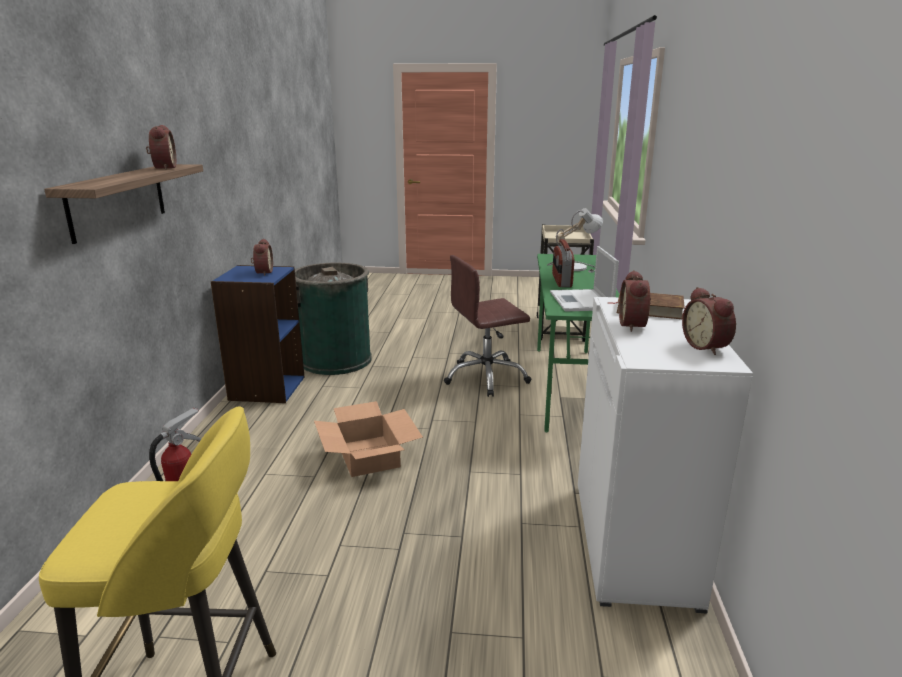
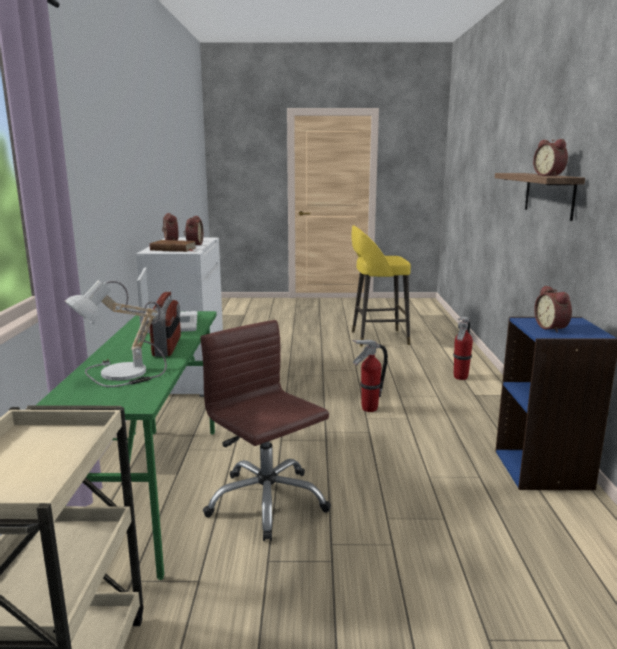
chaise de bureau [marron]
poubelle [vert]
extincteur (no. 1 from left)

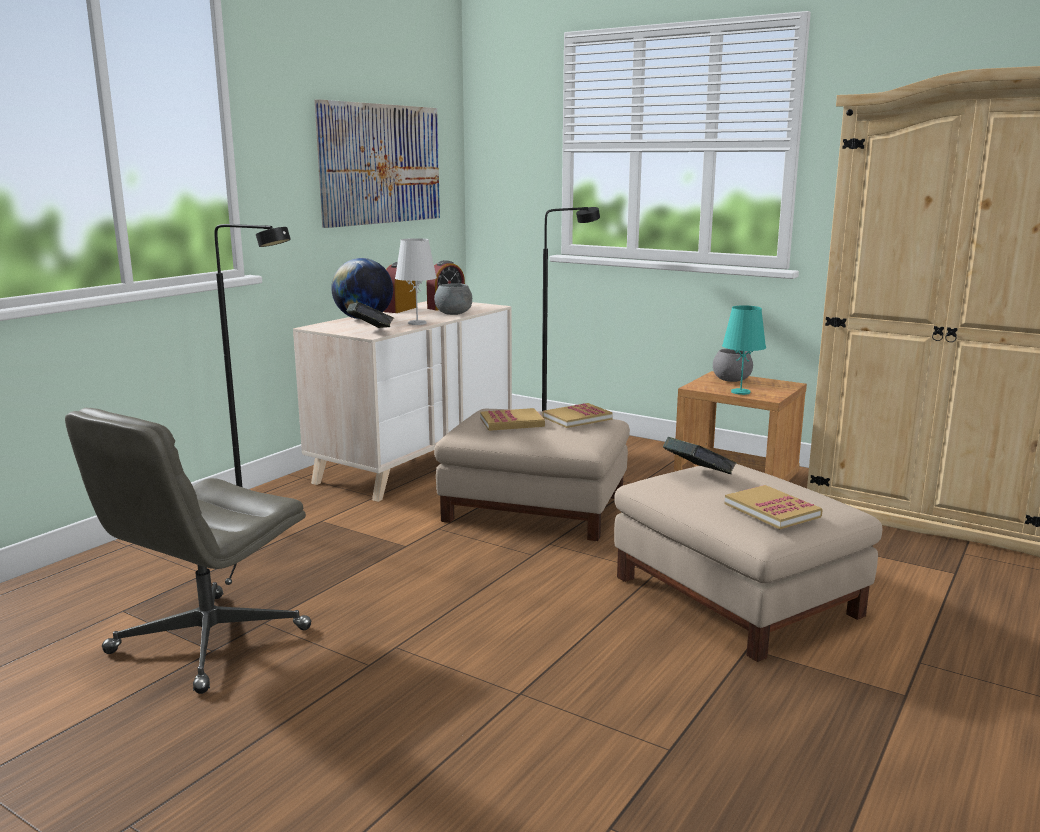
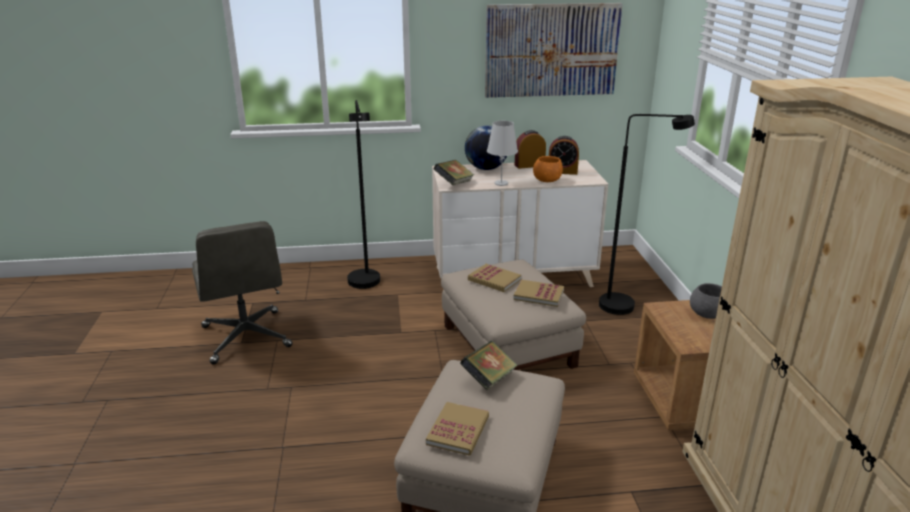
bol [orange]
lampe de table [turquoise]
chaise de bureau [gris]

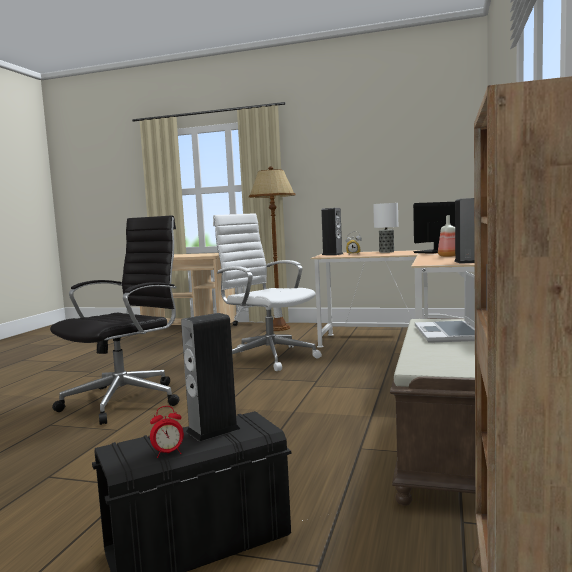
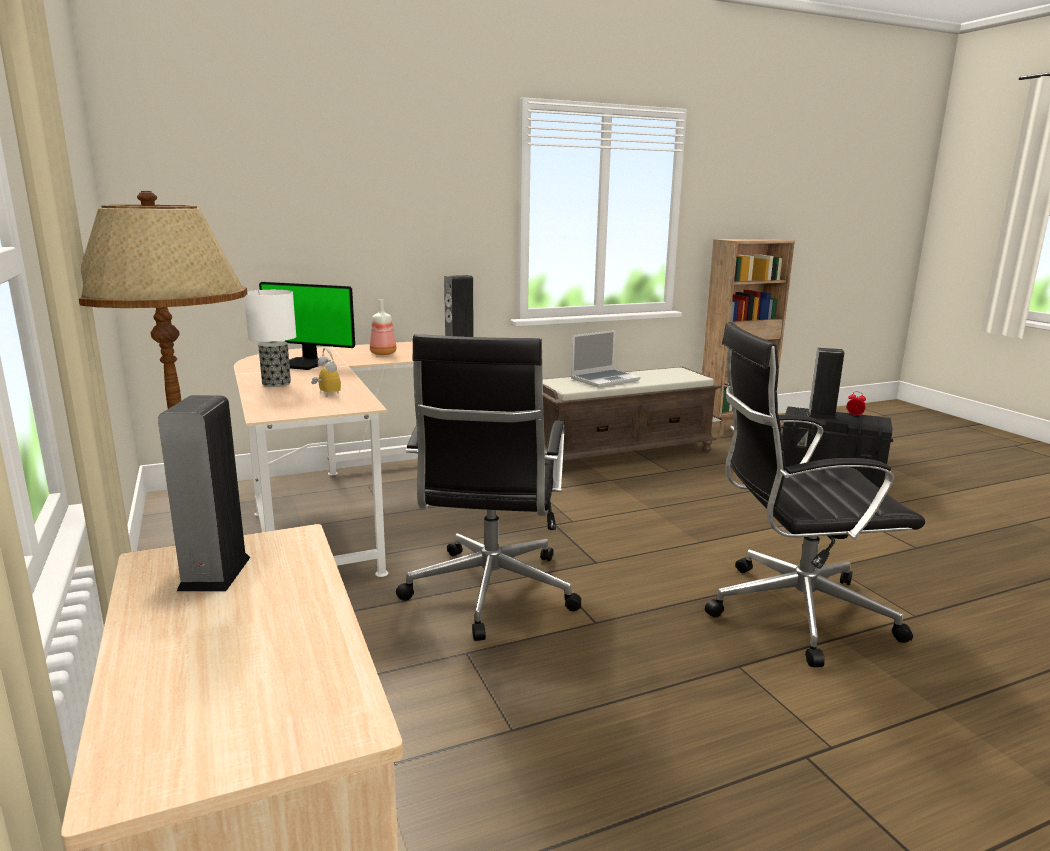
enceinte (no. 1 from left)
chaise de bureau [noir] (no. 1 from left)

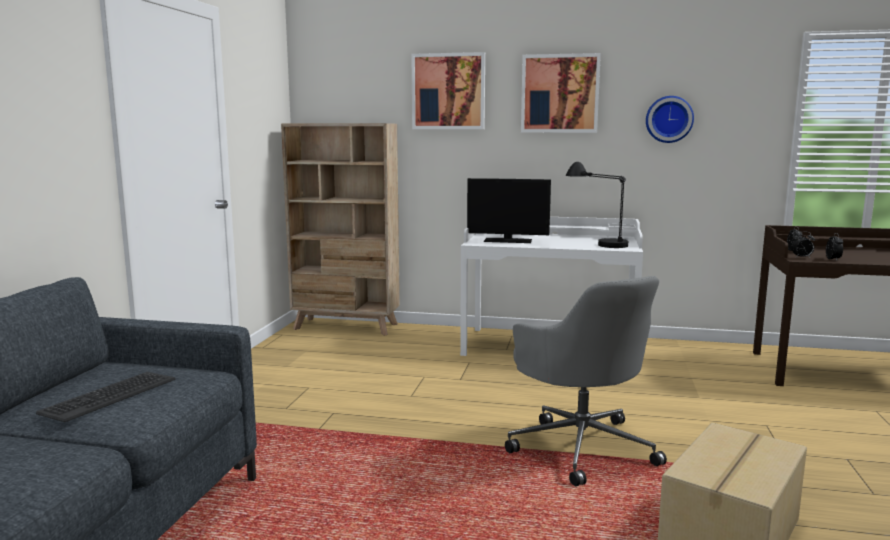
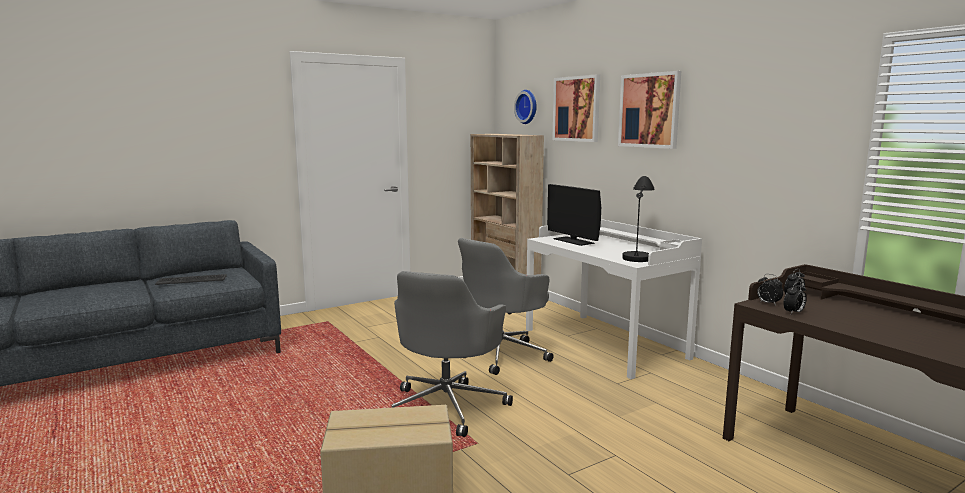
horloge murale
chaise de bureau [gris] (no. 2 from left)

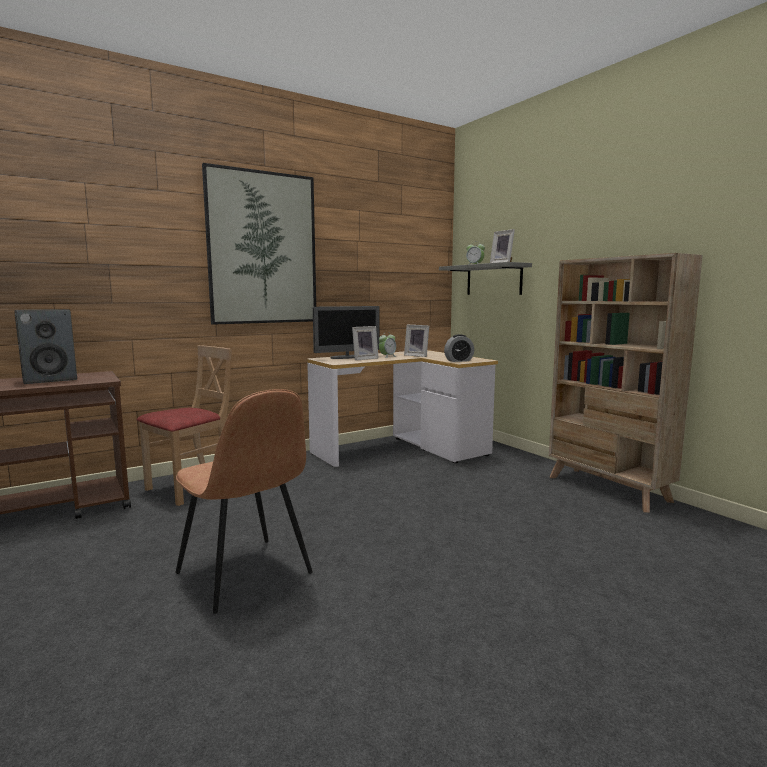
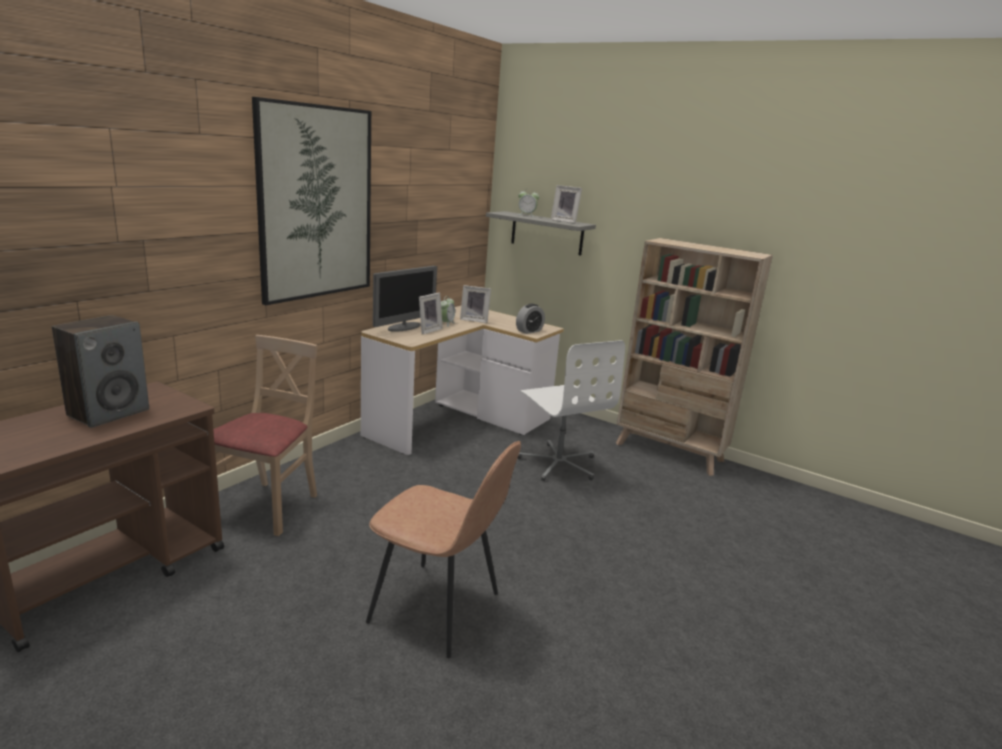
chaise de bureau [blanc]

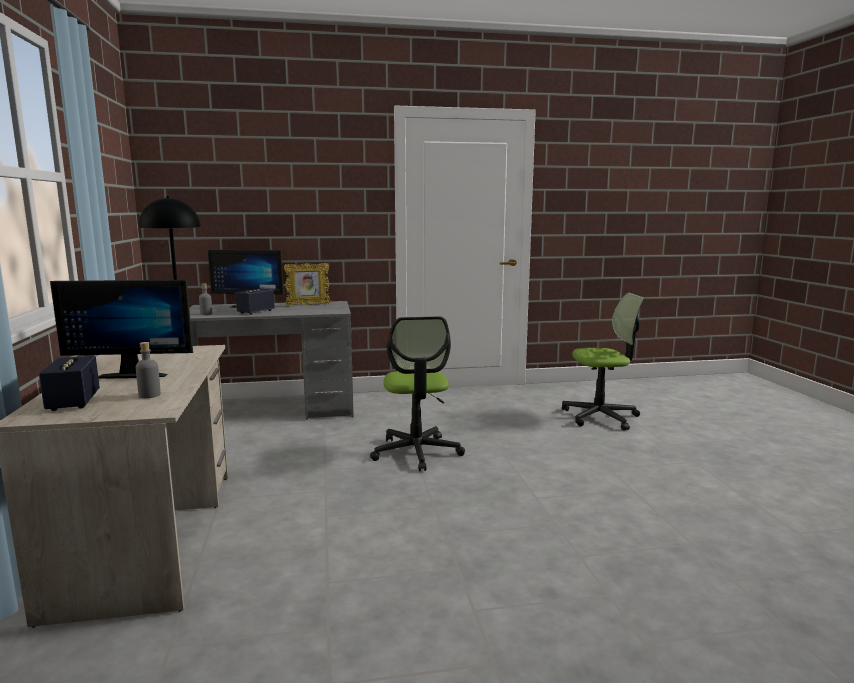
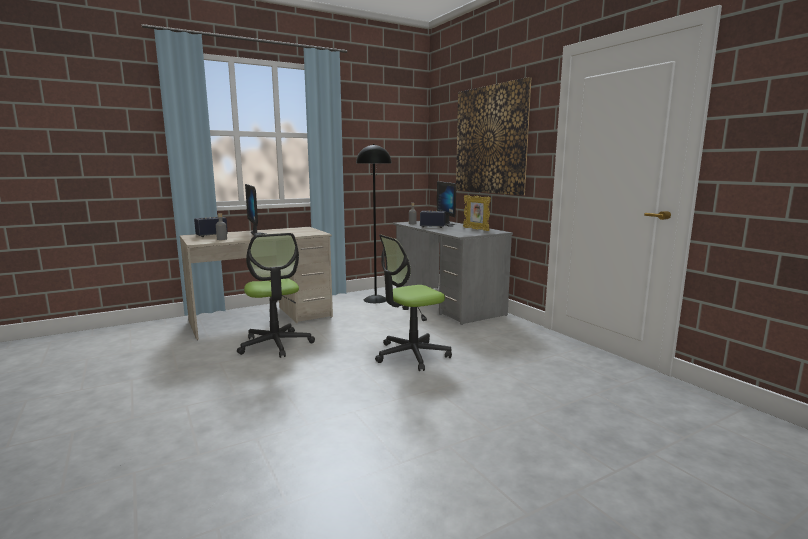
chaise de bureau (no. 1 from left)
tableau

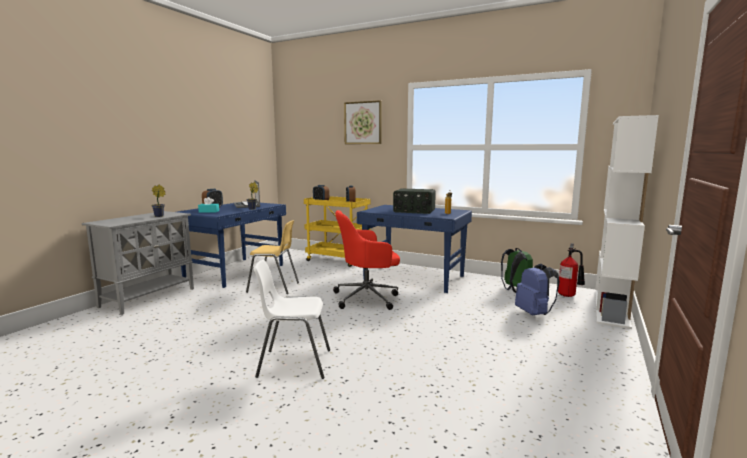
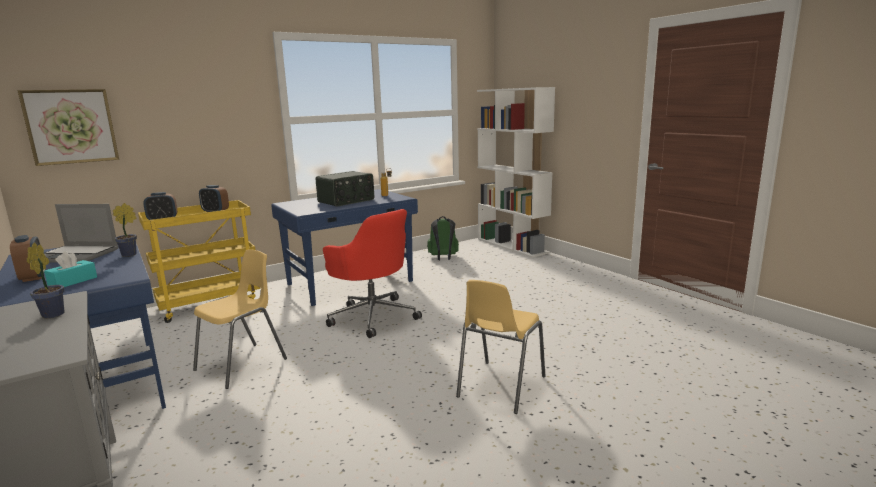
tableau
chaise de bureau [rouge]
extincteur
chaise [jaune] (no. 2 from left)
sac à dos [bleu]

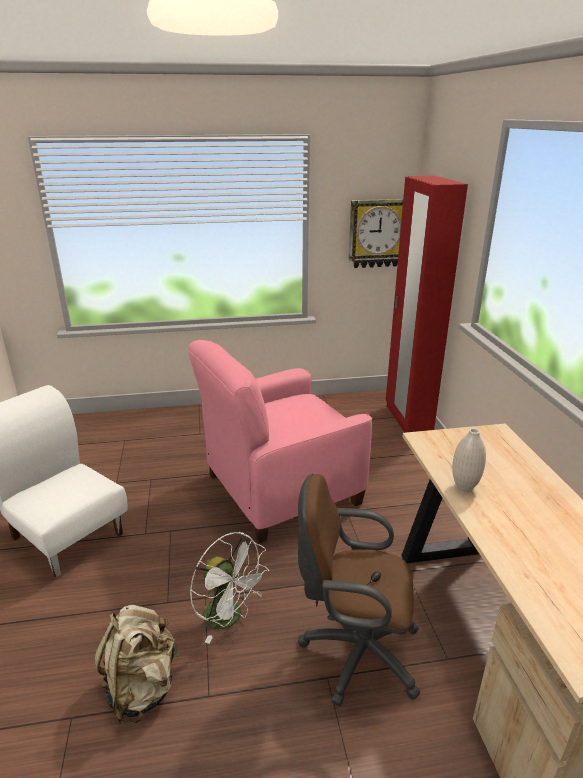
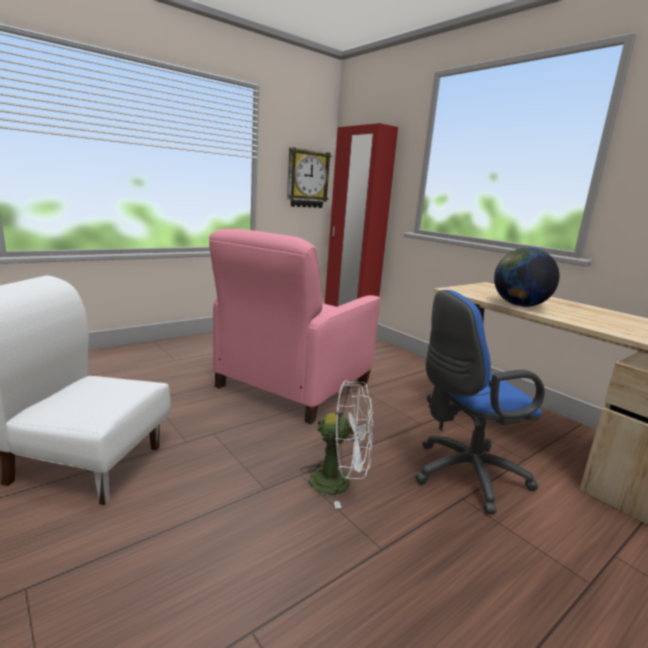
globe
chaise de bureau [bleu]
sac à dos [beige]

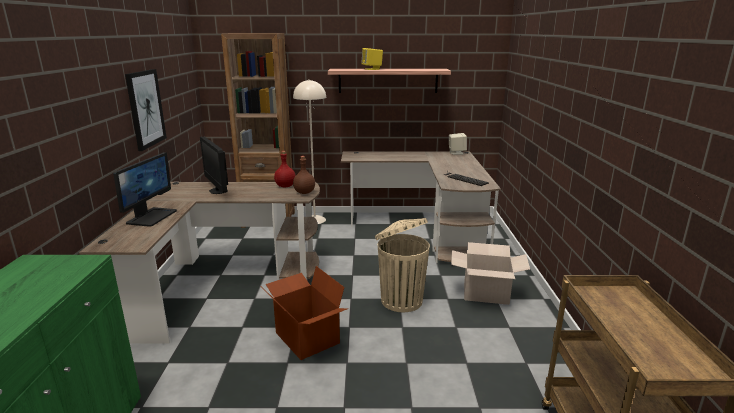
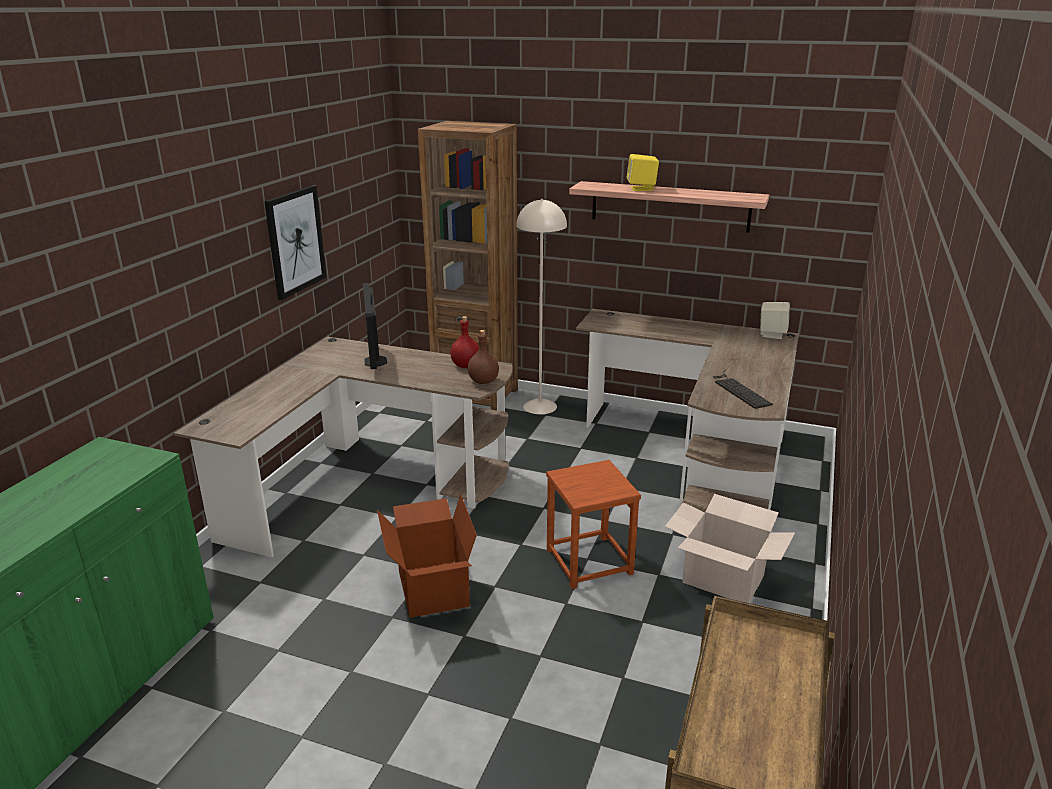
écran d'ordinateur (no. 1 from left in the first image)
tabouret [marron]

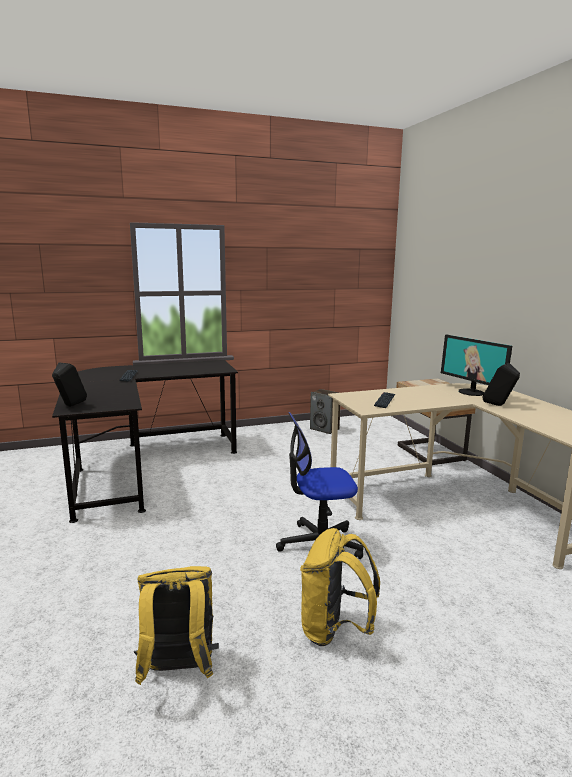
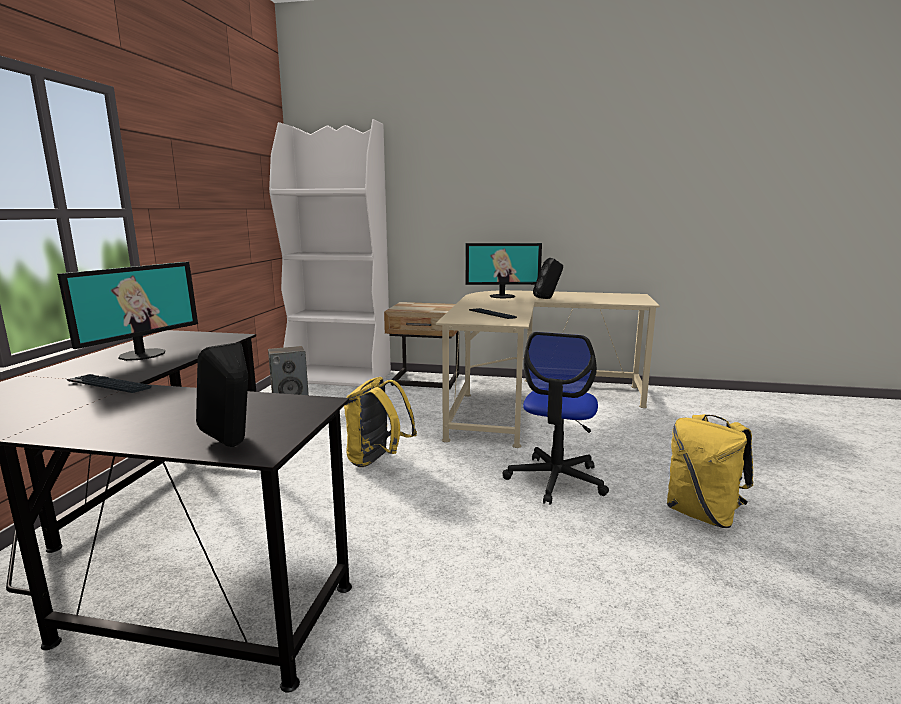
sac à dos [jaune] (no. 1 from left)
bibliothèque [blanc]
écran d'ordinateur (no. 1 from left)

